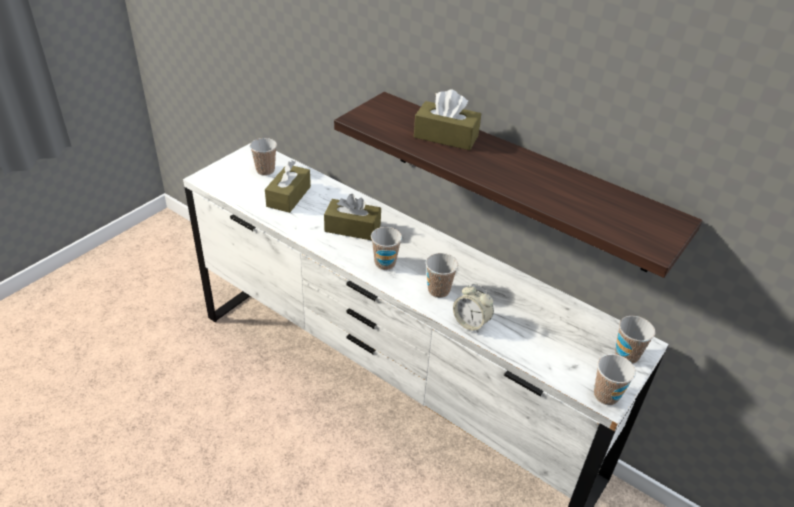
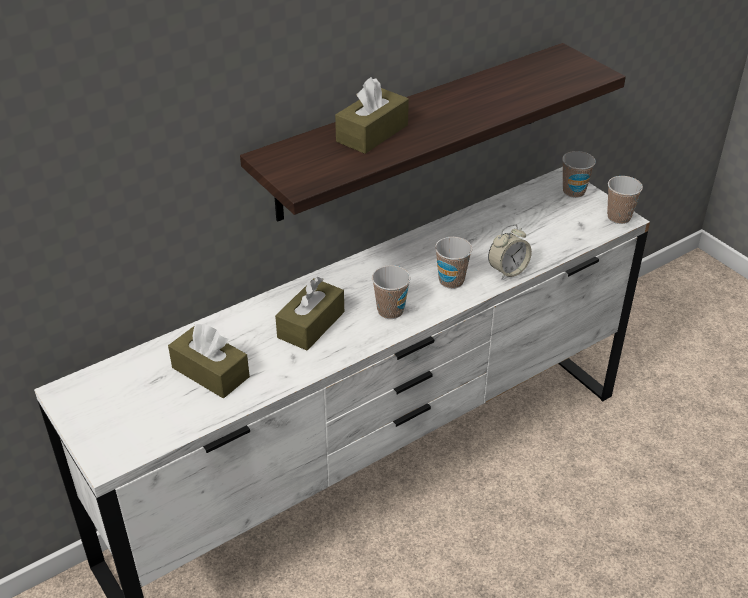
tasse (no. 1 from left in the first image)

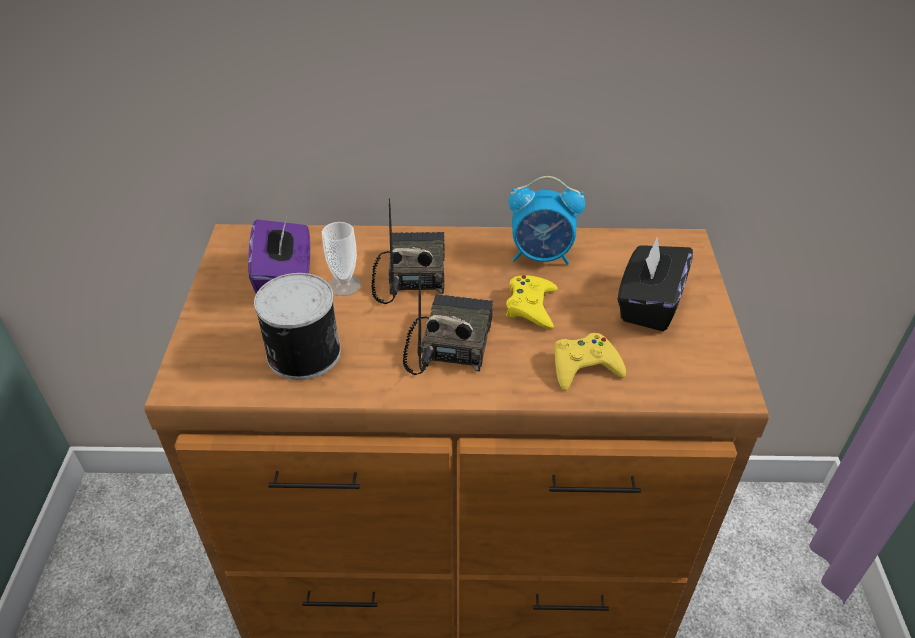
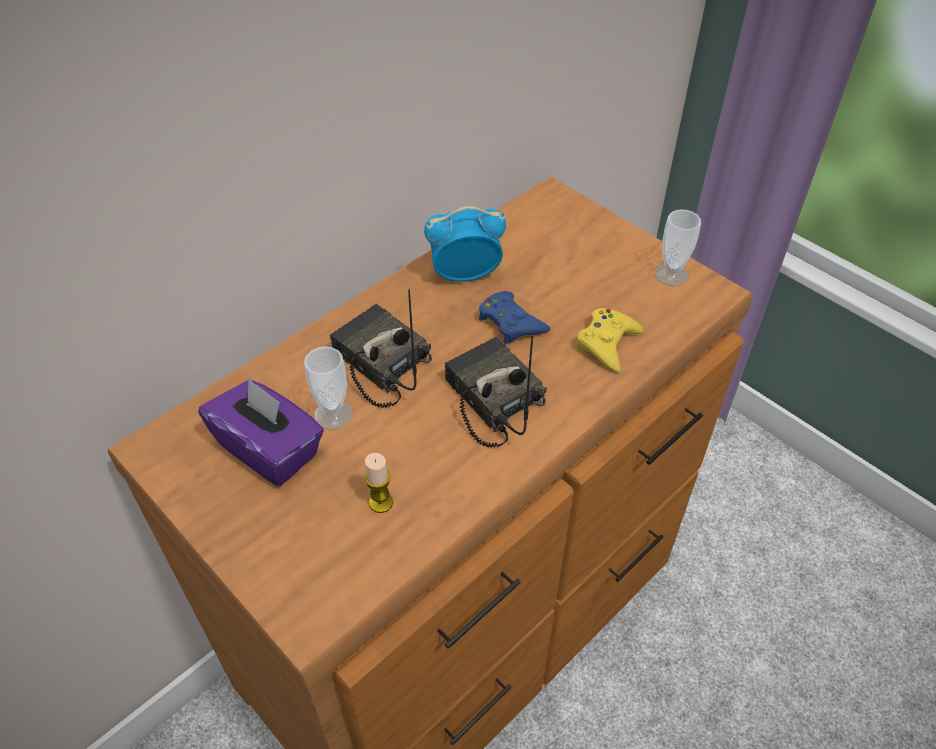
réveil
boîte à mouchoirs [noir]
bougie
manette [bleu]
tasse (no. 2 from left)

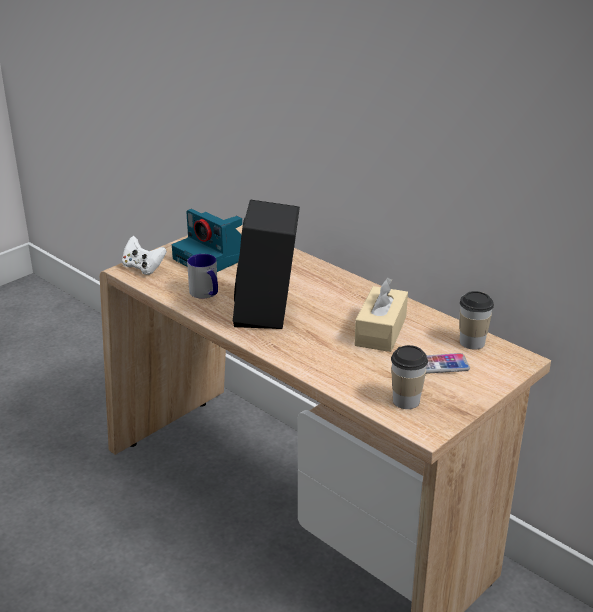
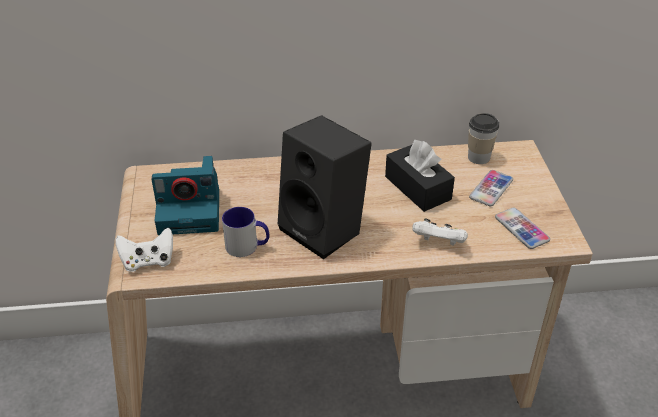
boîte à mouchoirs [noir]
téléphone (no. 2 from left)
manette [blanc] (no. 2 from left)

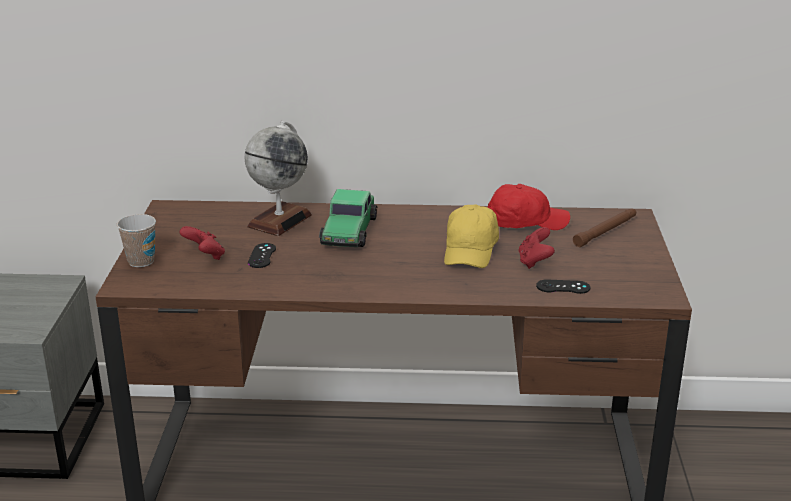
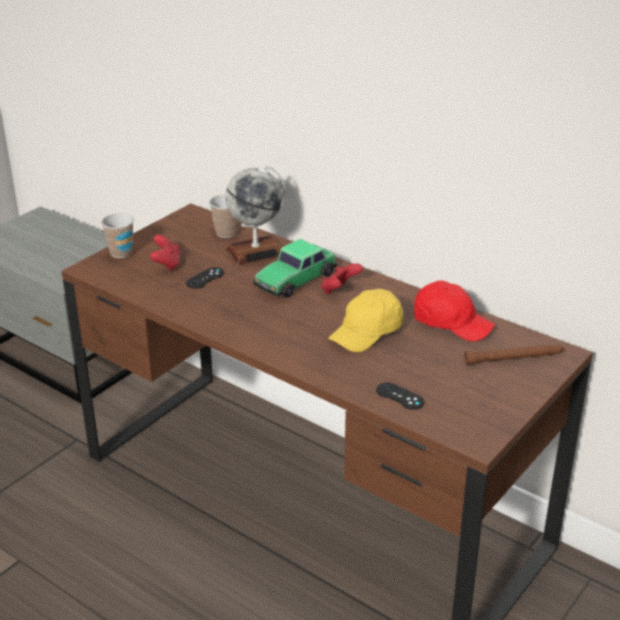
manette [rouge] (no. 2 from left)
tasse (no. 2 from left)

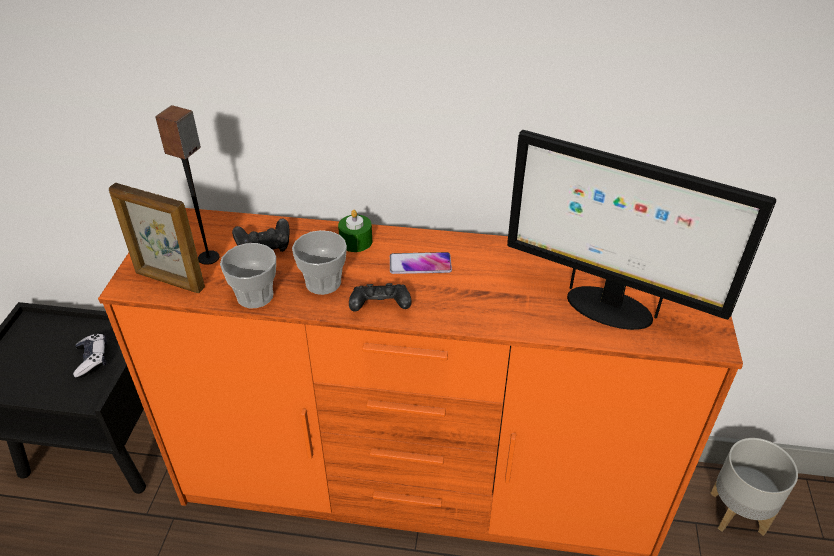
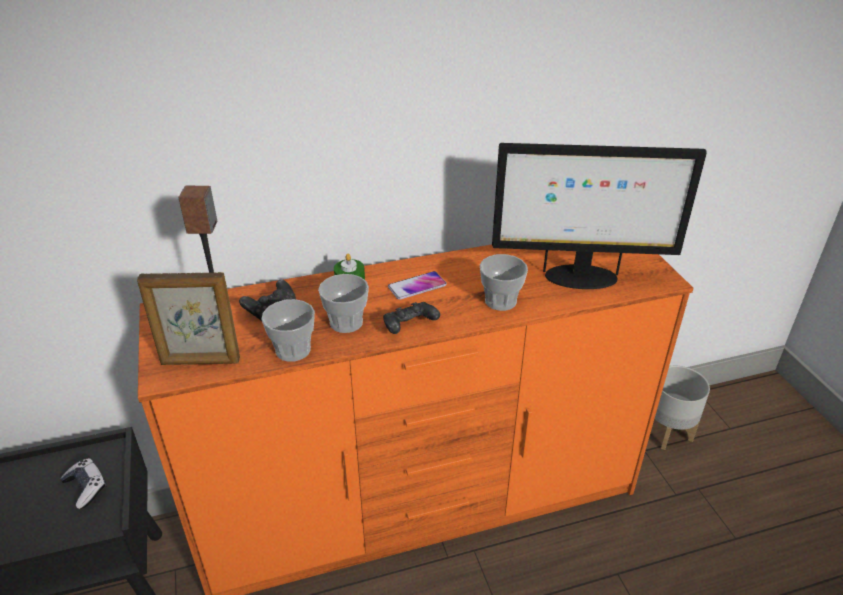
tasse (no. 3 from left)

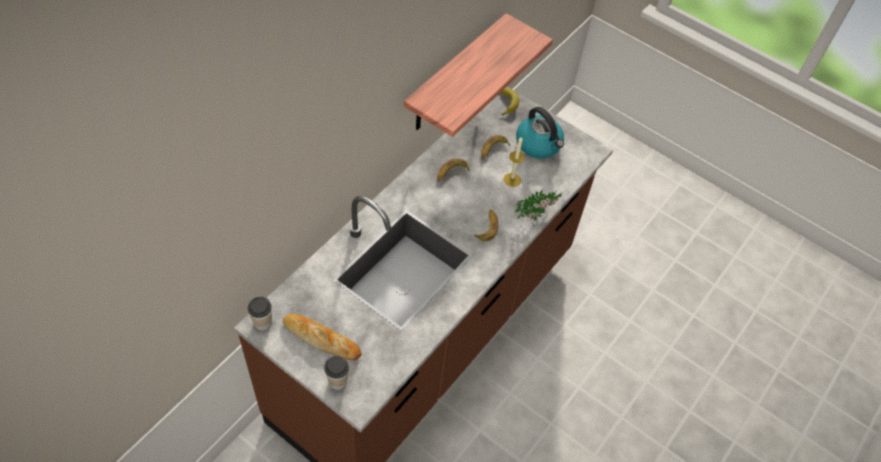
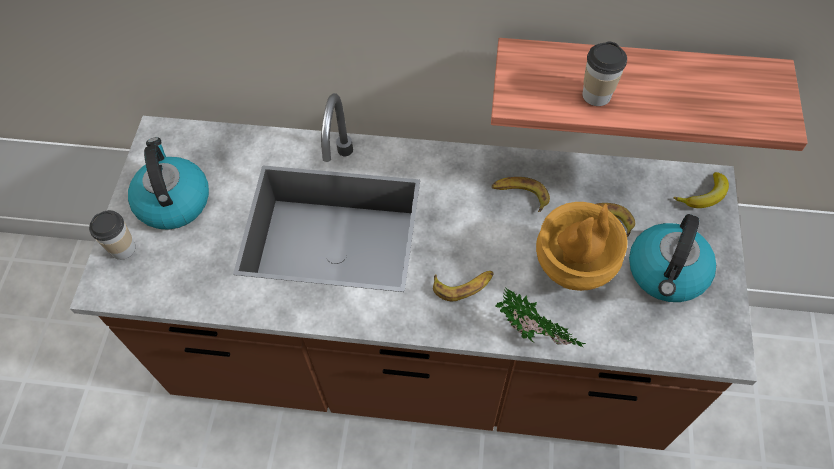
vase [marron]
tasse (no. 2 from left)
bouilloire (no. 1 from left)

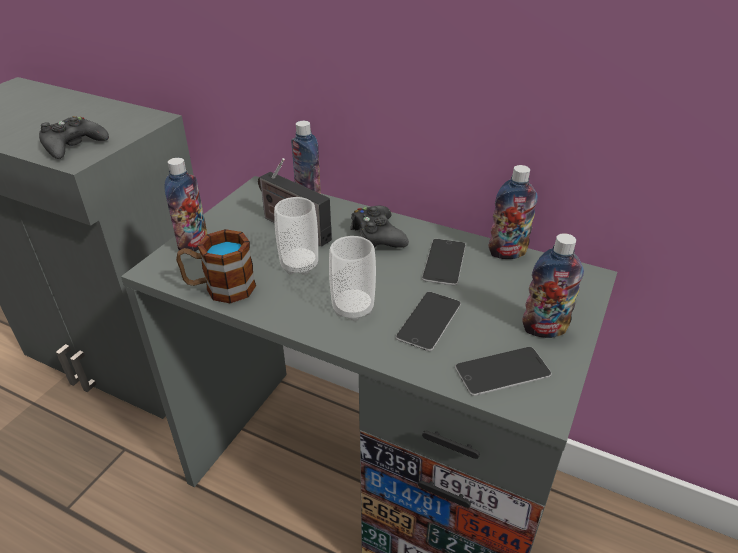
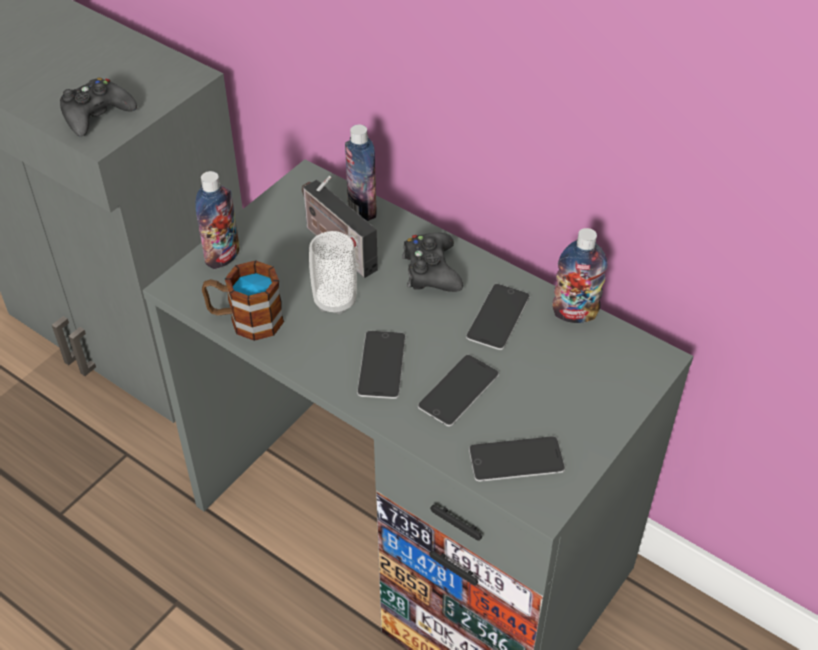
bouteille (no. 4 from left in the first image)
téléphone (no. 1 from left)

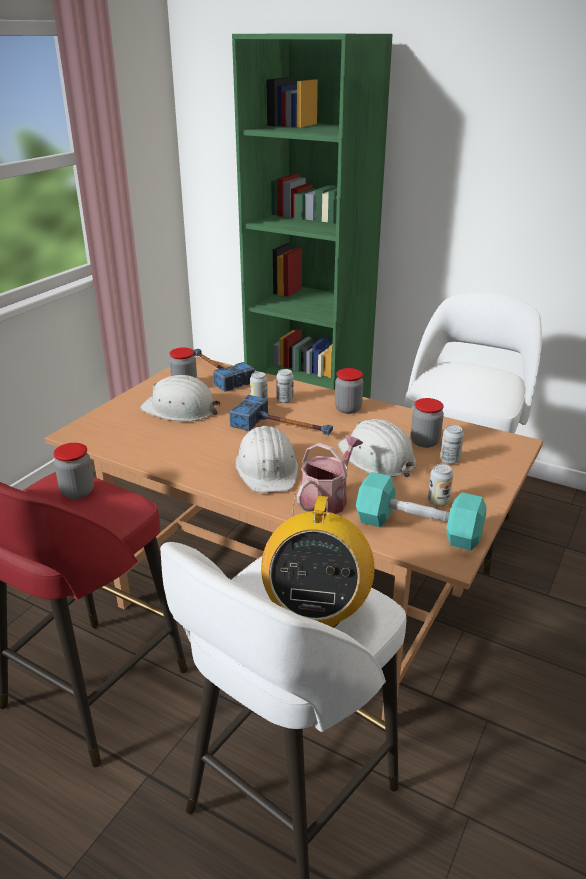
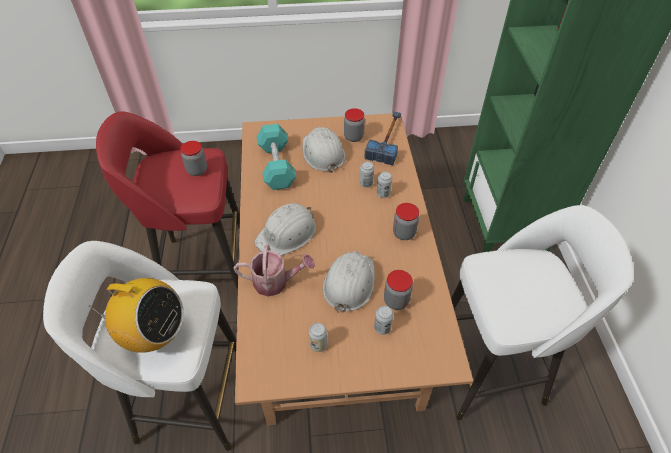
marteau (no. 2 from left in the first image)
haltère [turquoise]
radio

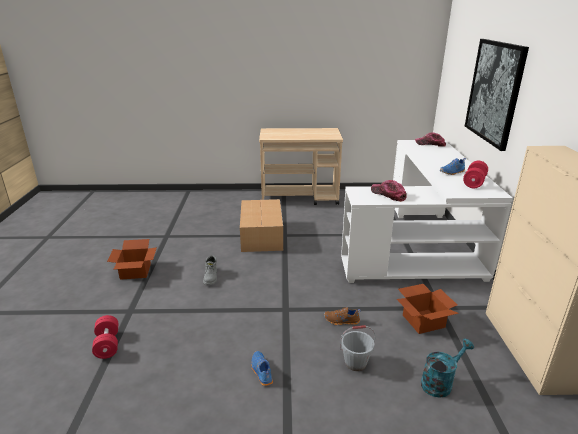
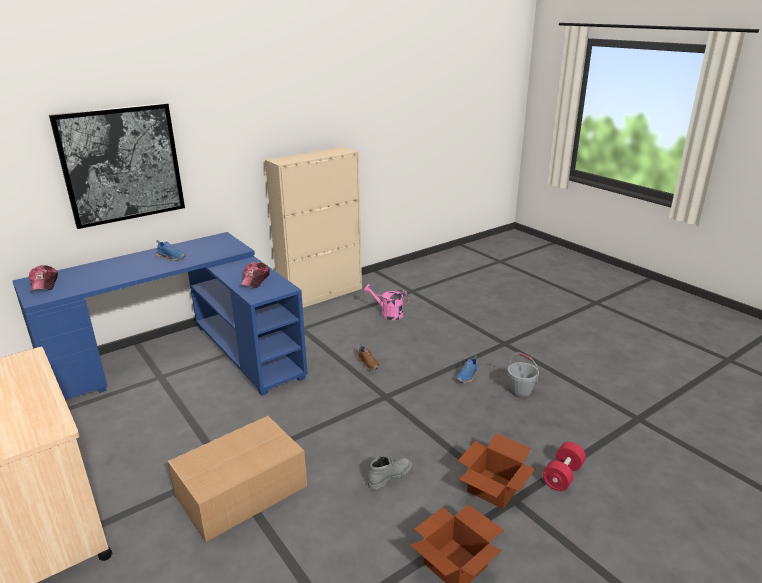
bureau [bleu]
haltère [rouge] (no. 2 from left in the first image)
carton (no. 3 from left)
seau [gris]
arrosoir [rose]

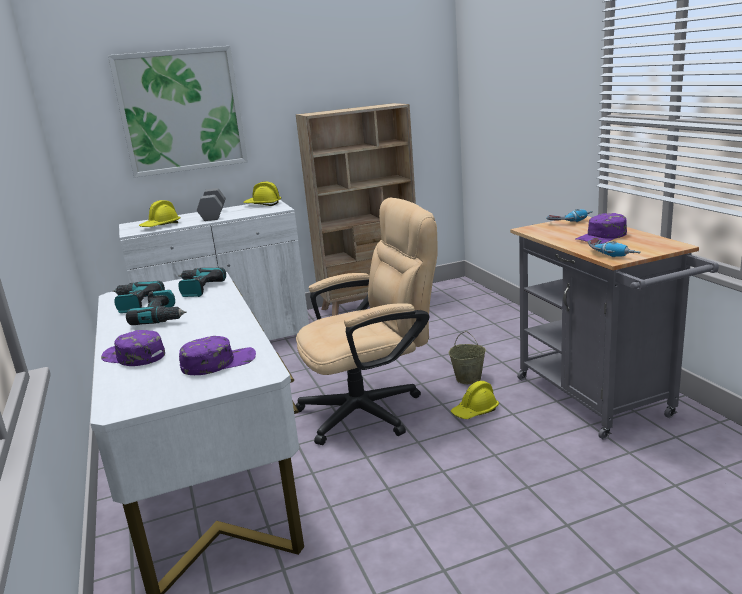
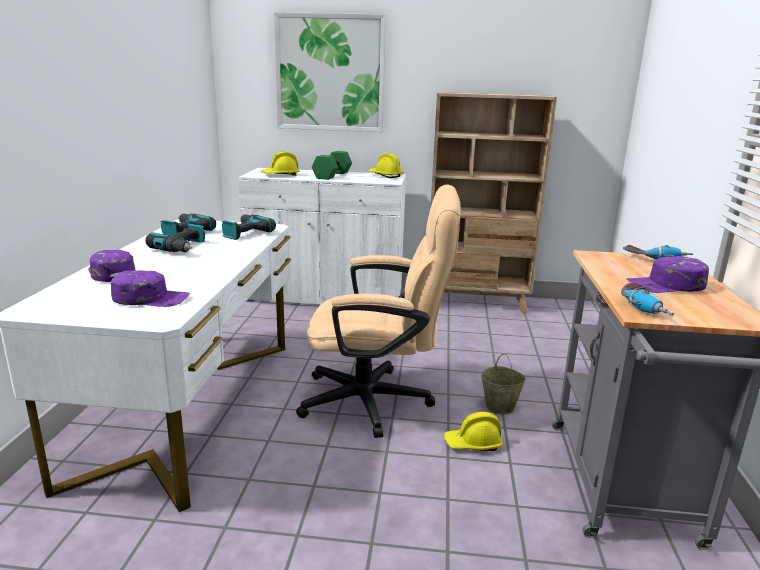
haltère [vert]

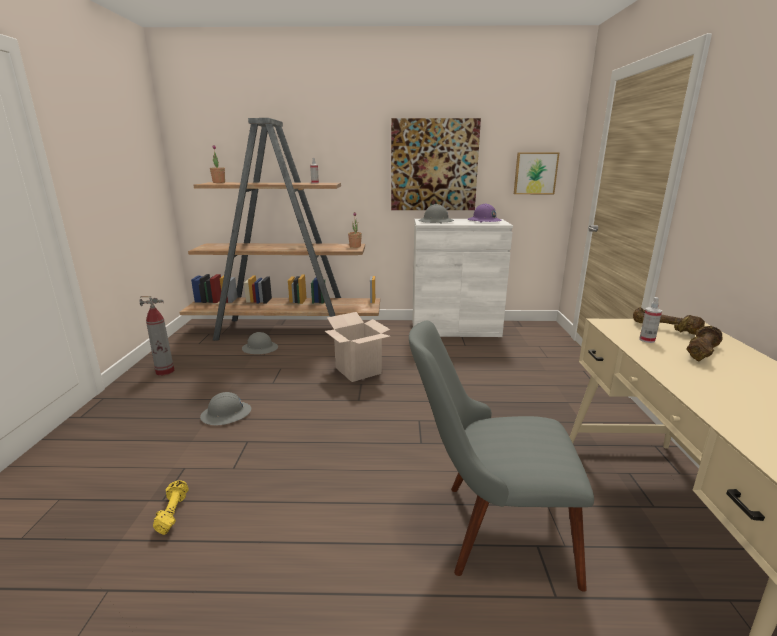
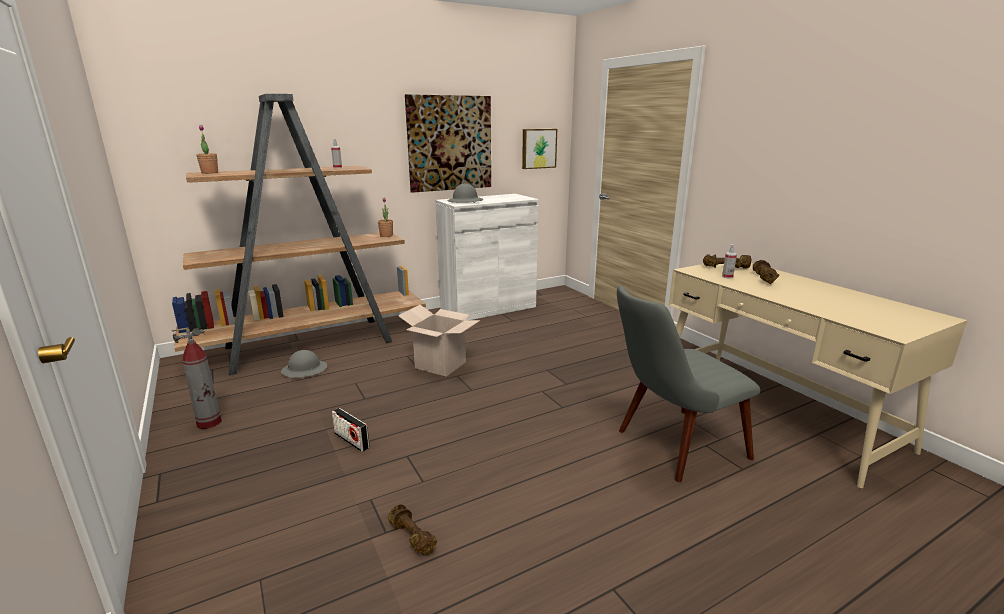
casque de chantier [violet]
radio
haltère [marron] (no. 1 from left)

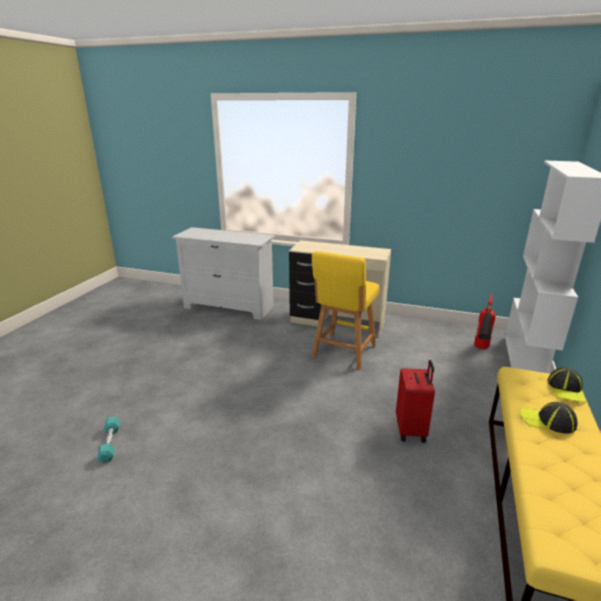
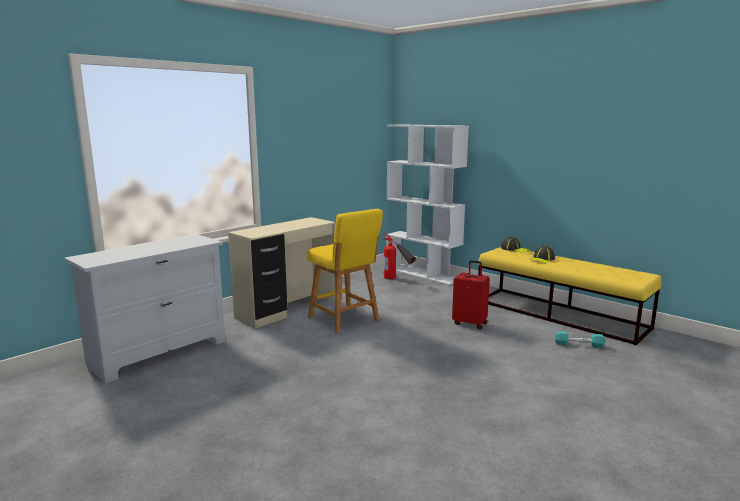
haltère [turquoise]

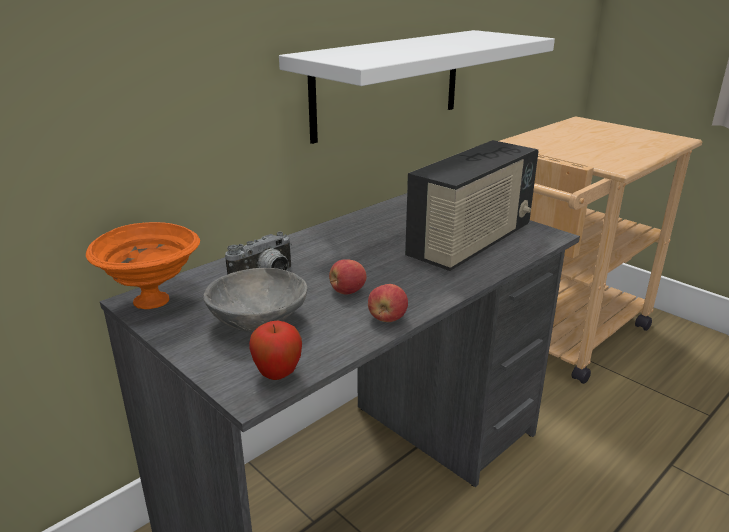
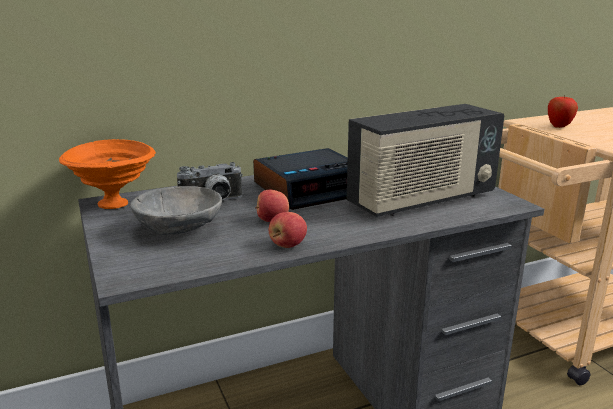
étagère [blanc]
pomme (no. 3 from left)
réveil

